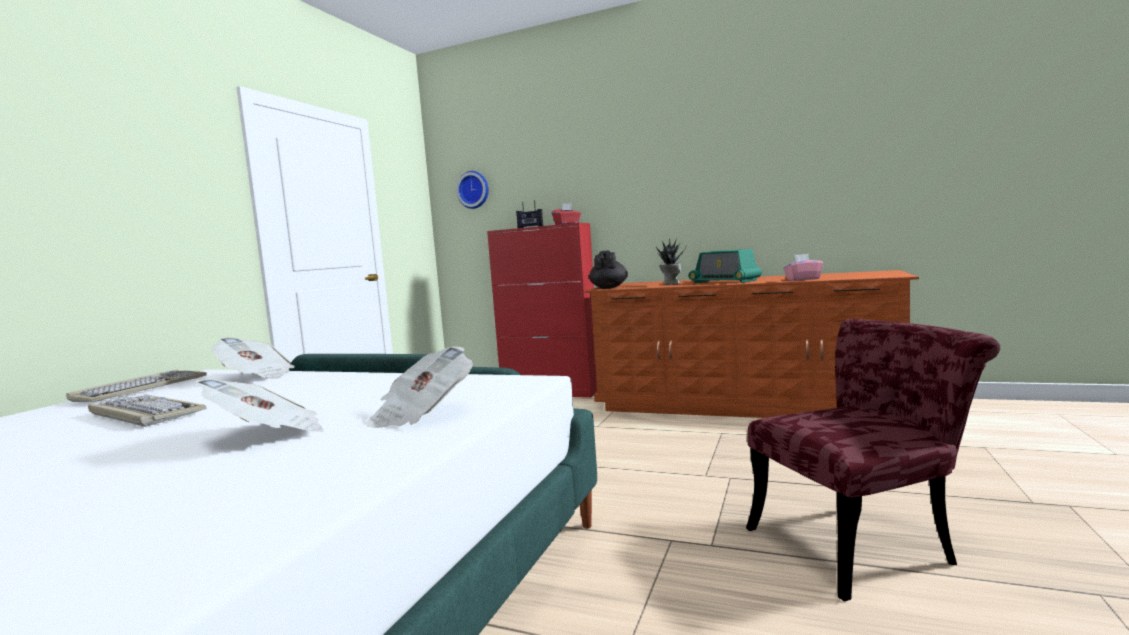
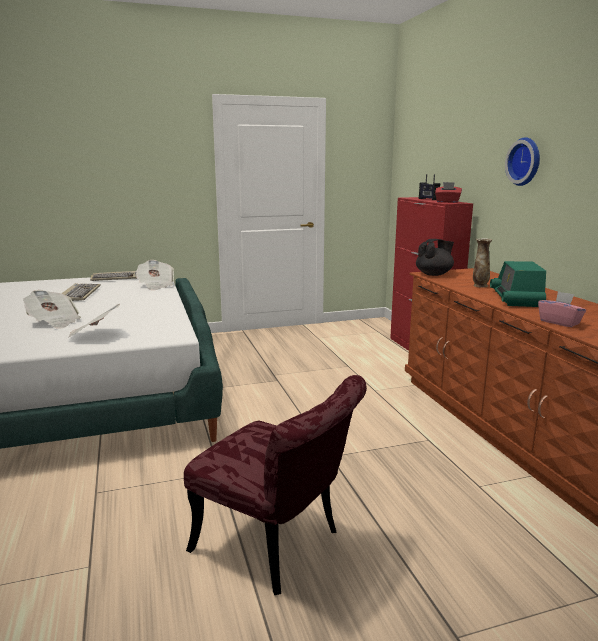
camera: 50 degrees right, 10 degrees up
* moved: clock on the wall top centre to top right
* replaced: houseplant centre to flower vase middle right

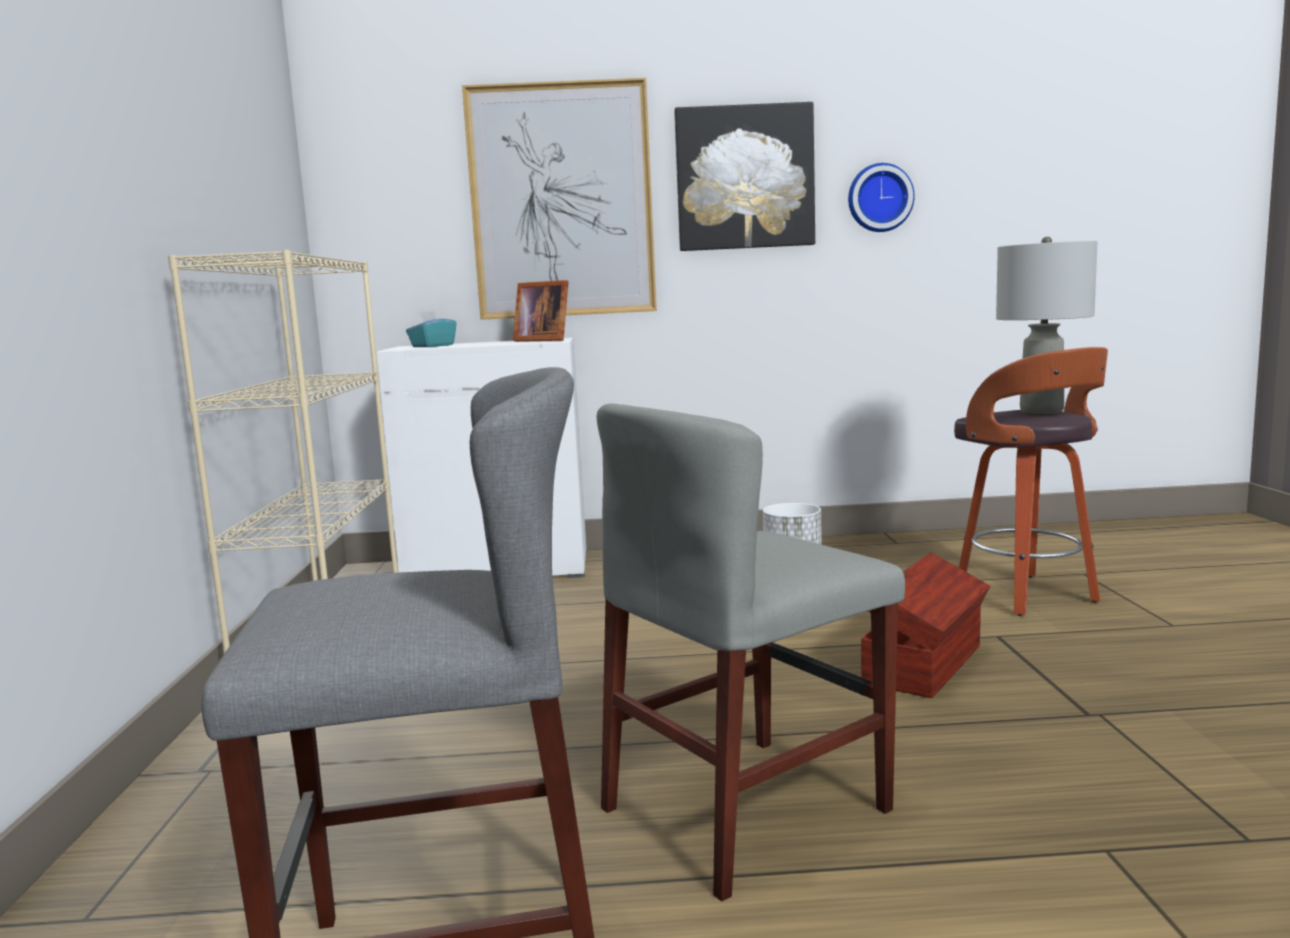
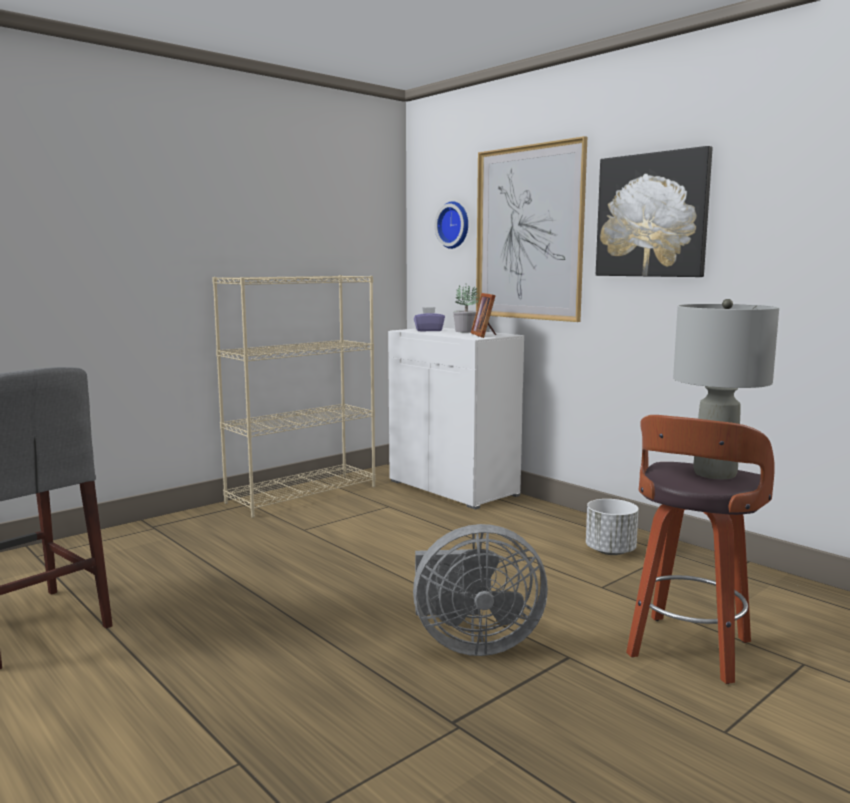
camera: 50 degrees right, 0 degrees up
* moved: clock on the wall top right to top centre
* recoloured: tissue holder (turquoise) centre to tissue holder (purple) centre
* removed: plain chair (grey) bottom centre
* replaced: storage container (brown-coloured) middle right to electric fan (grey) bottom centre
* added: houseplant centre

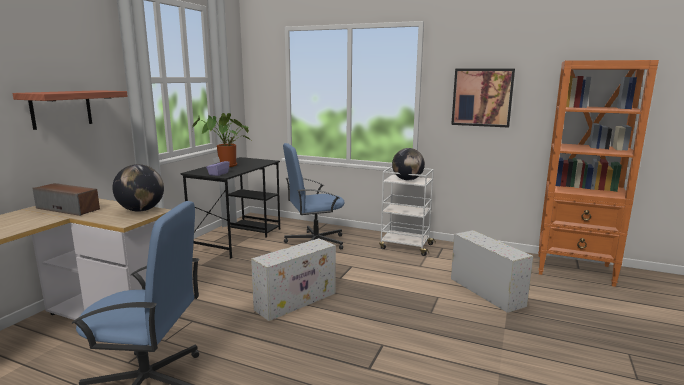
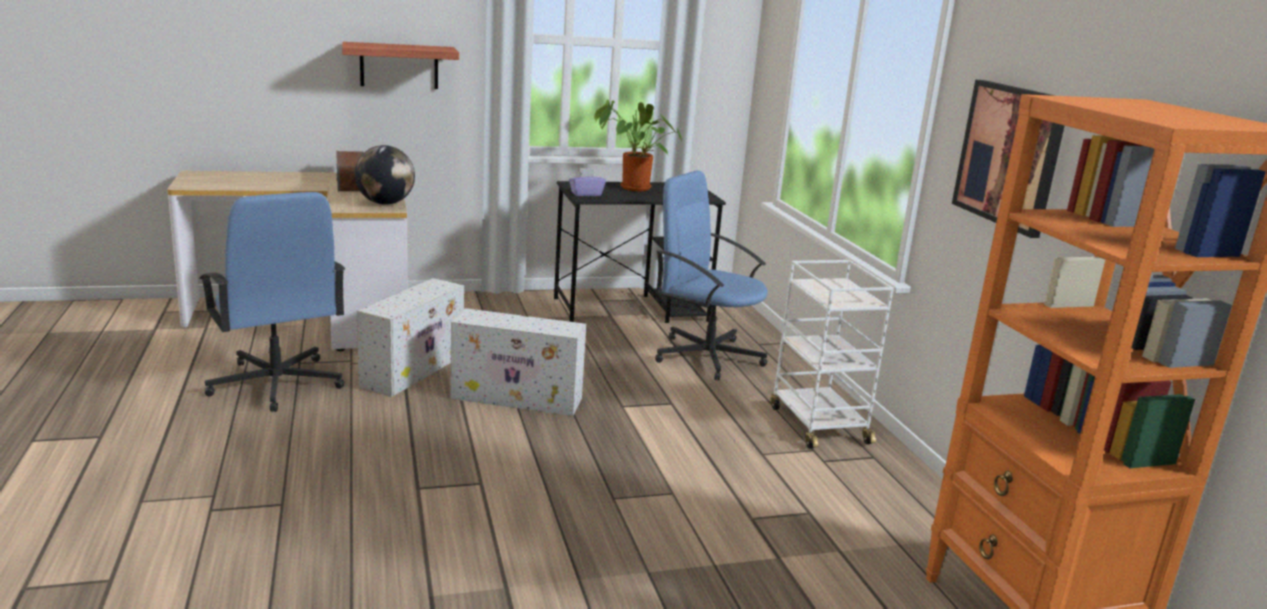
camera: 50 degrees right, 5 degrees up
* removed: world globe (2nd from left) centre
* moved: storage container (white-coloured) (2nd from left in the first image) bottom right to storage container (white-coloured) (1st from left) middle left

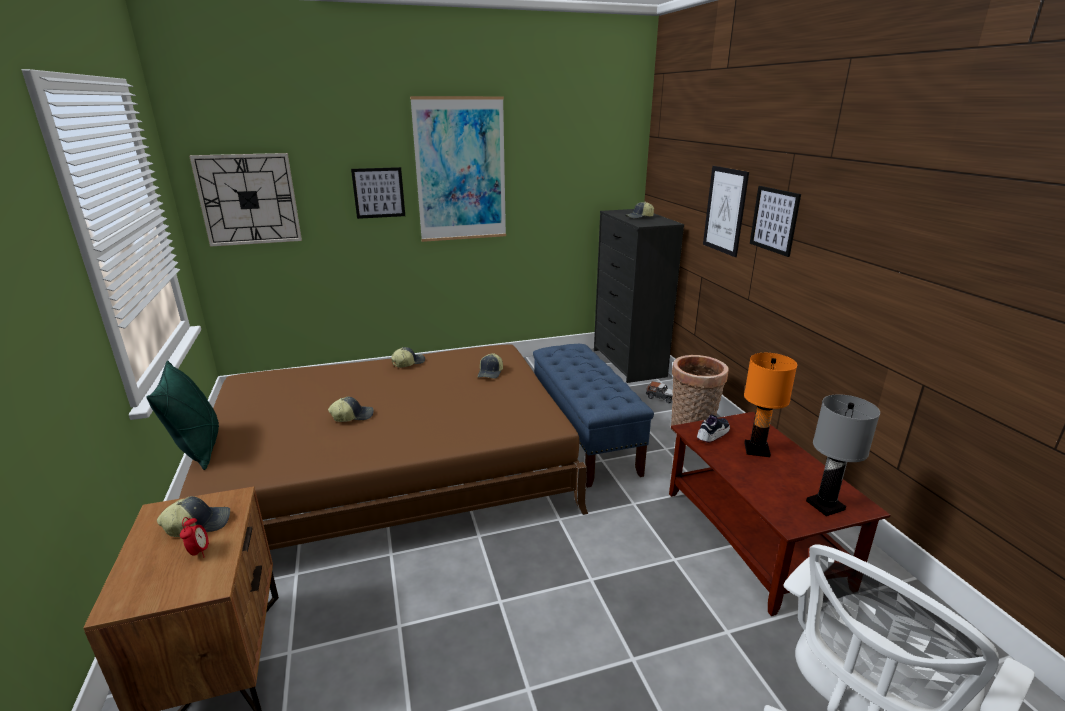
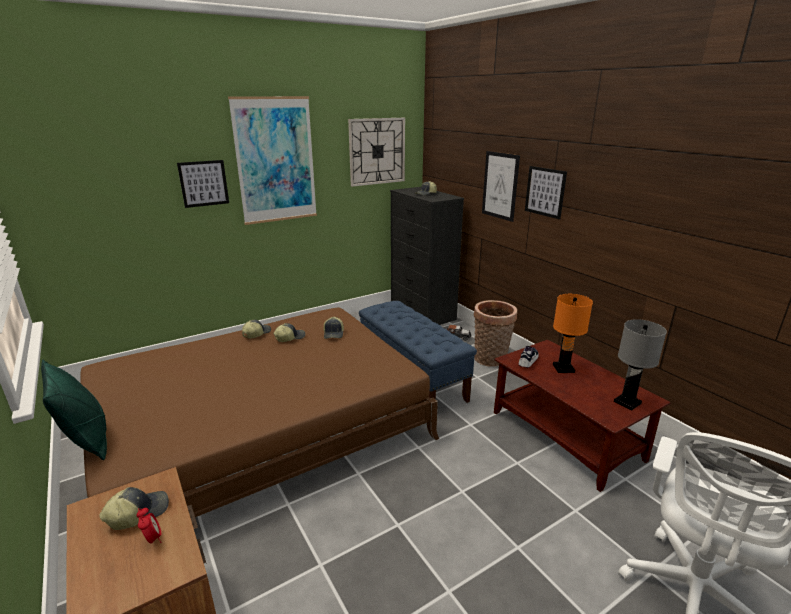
camera: 15 degrees left, 0 degrees up
* moved: clock on the wall top left to top centre
* moved: baseball cap (2nd from left in the first image) middle left to baseball cap (3rd from left) centre

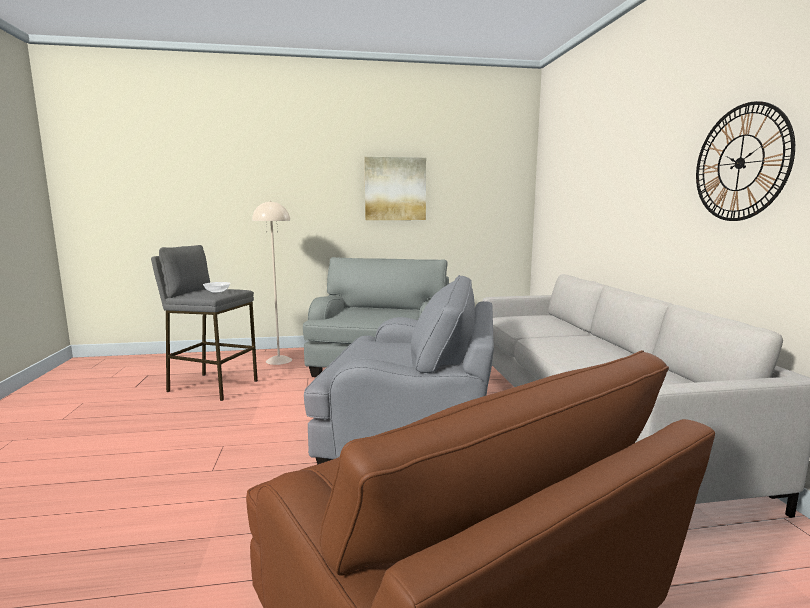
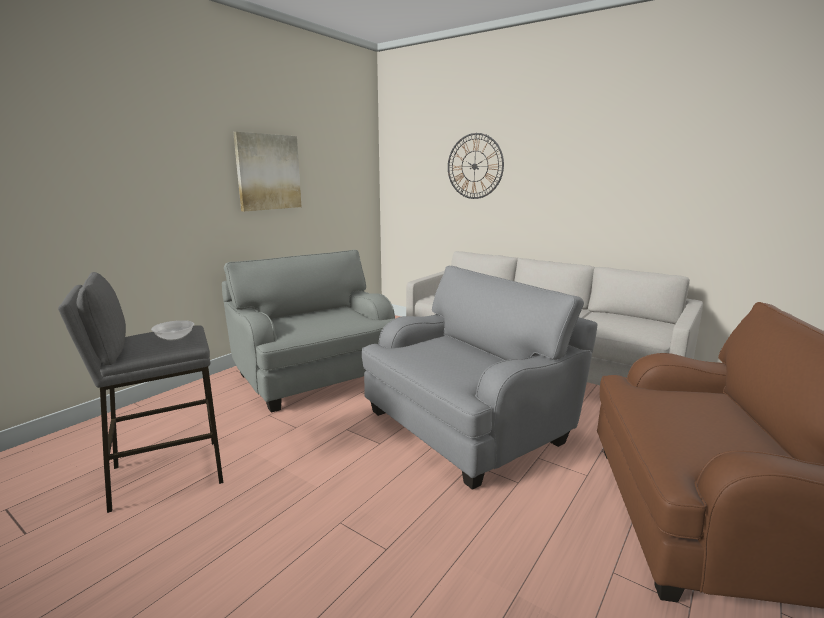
camera: 45 degrees left, 5 degrees up
* moved: clock on the wall top right to top centre
* removed: floor lamp (beige) centre

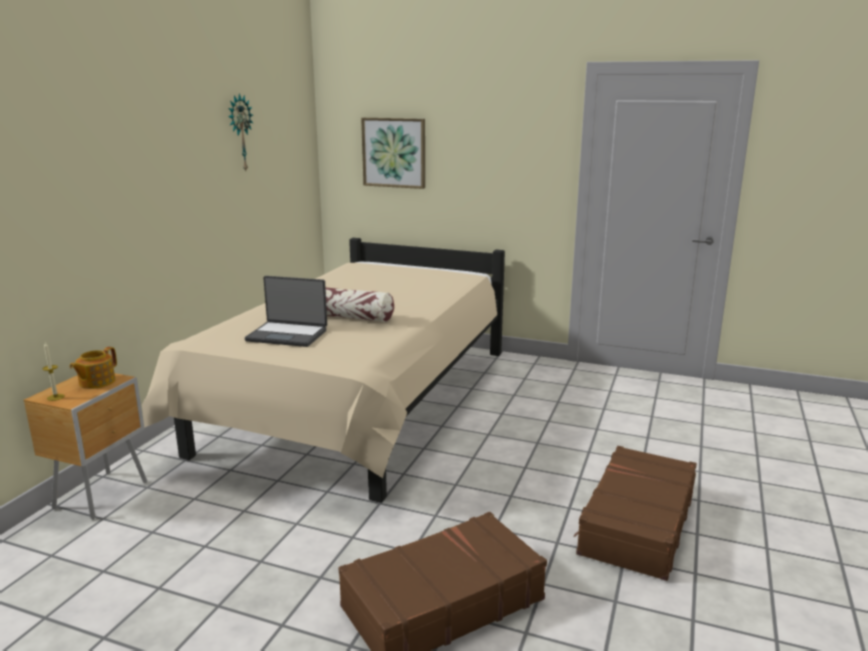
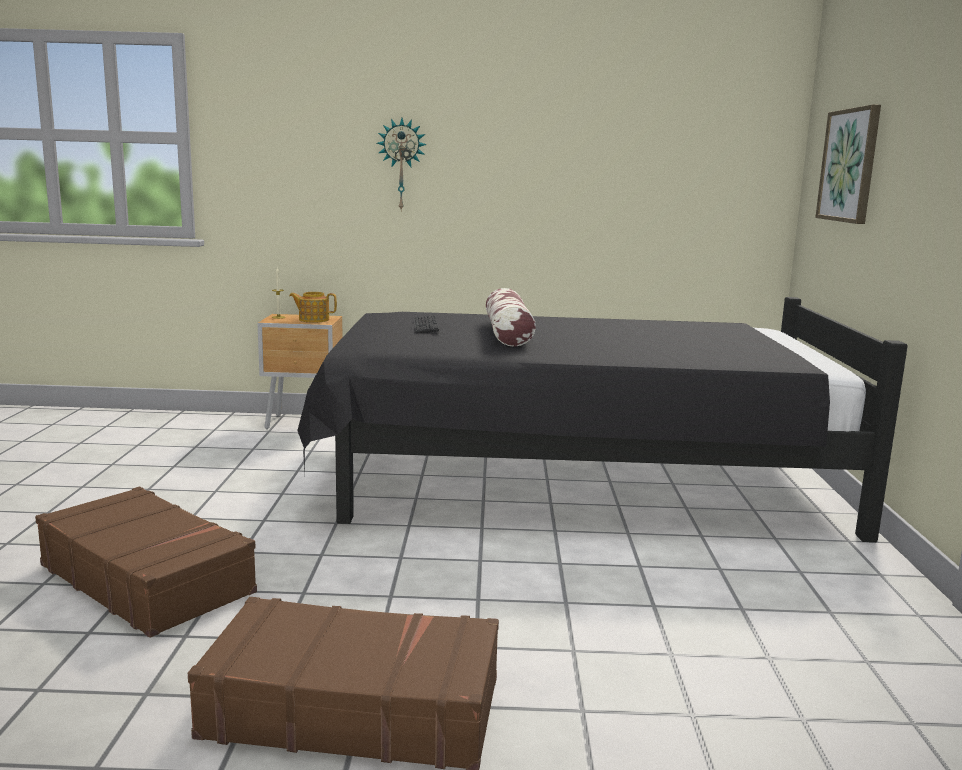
camera: 70 degrees right, 5 degrees down
* moved: clock on the wall top left to top centre
* recoloured: bed (beige) centre to bed (black-coloured) centre
* replaced: laptop middle left to computer keyboard centre

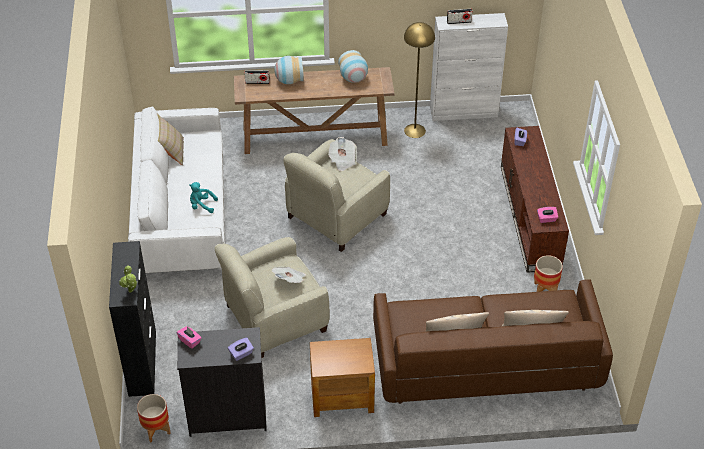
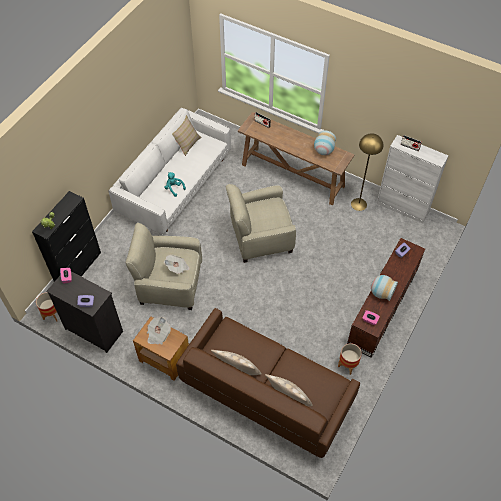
camera: 35 degrees right, 10 degrees up
* moved: flower vase (1st from left in the first image) top centre to flower vase (2nd from left) middle right
* moved: newspaper (2nd from left in the first image) centre to newspaper (1st from left) middle left

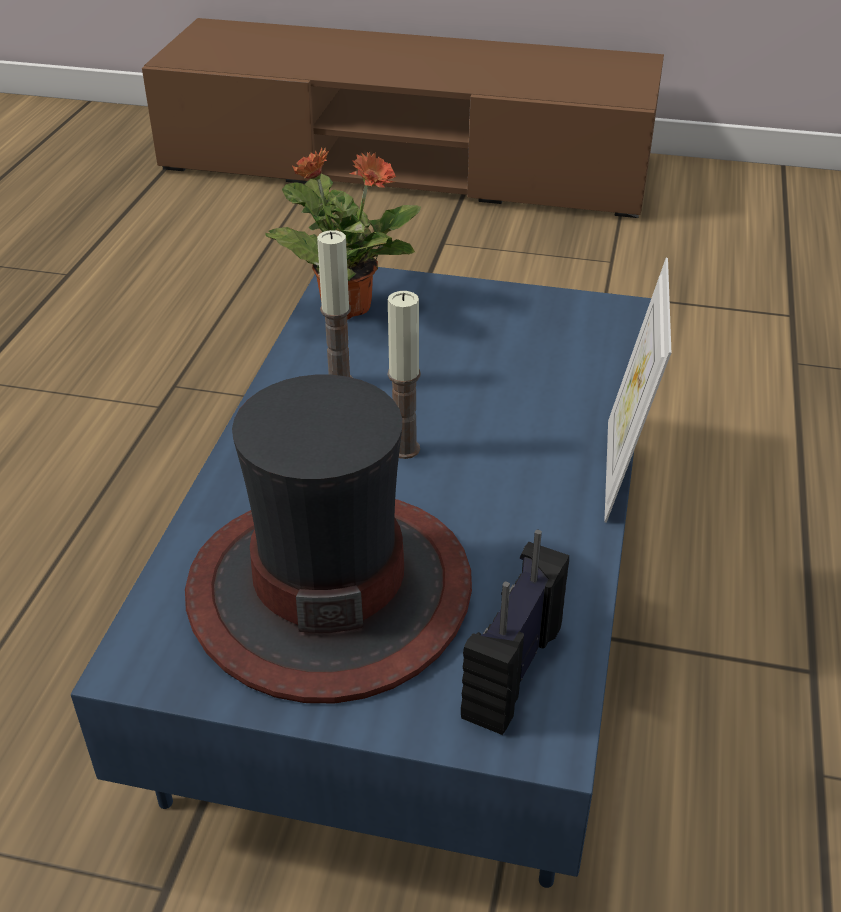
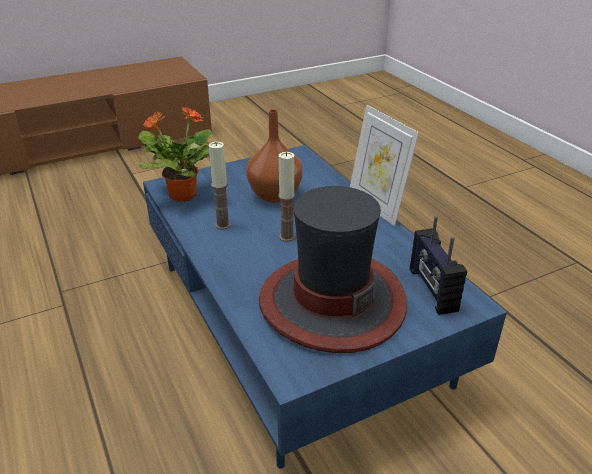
camera: 40 degrees left, 5 degrees down
* added: flower vase (brown-coloured) top centre

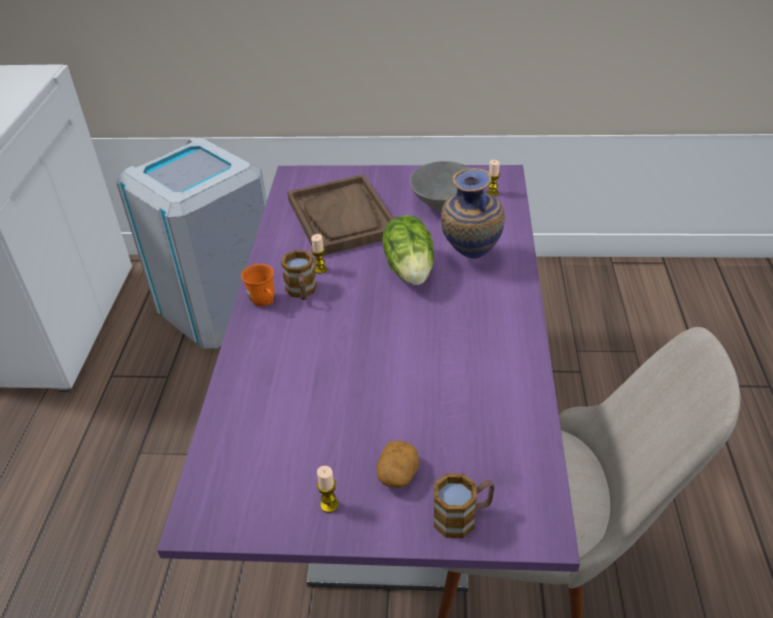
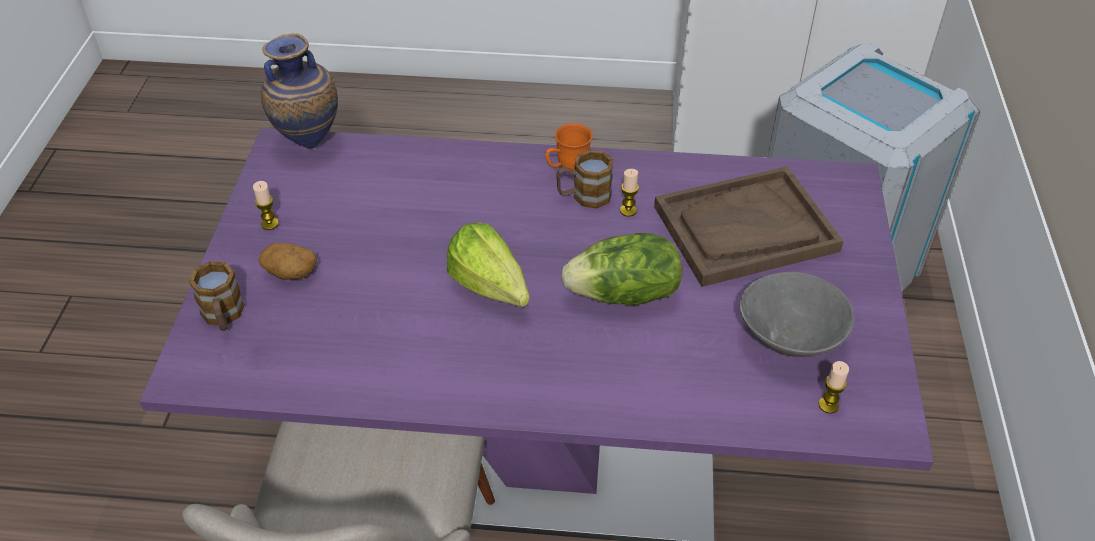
camera: 90 degrees right, 5 degrees up
* moved: flower vase centre to top left
* added: head of lettuce (1st from left) centre

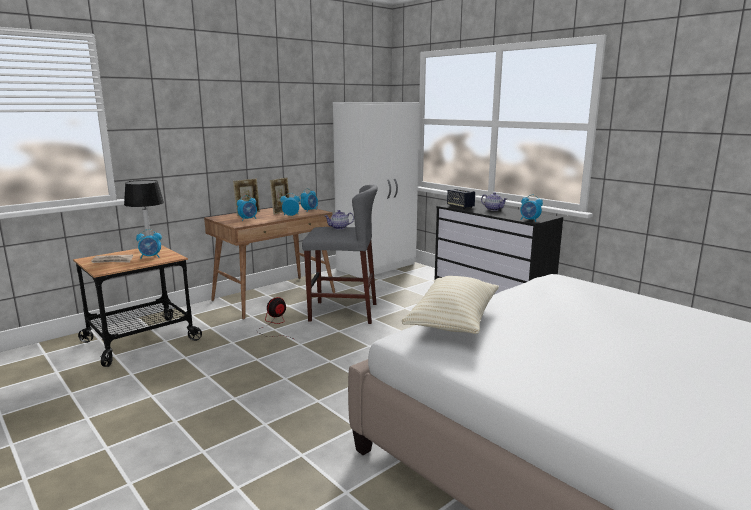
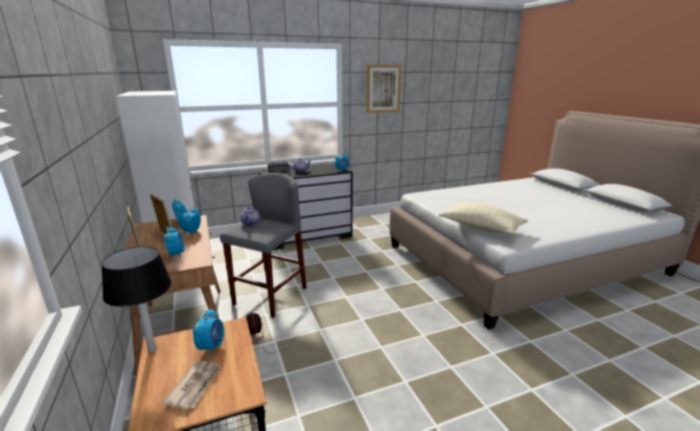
camera: 70 degrees left, 5 degrees up
* added: picture top centre

